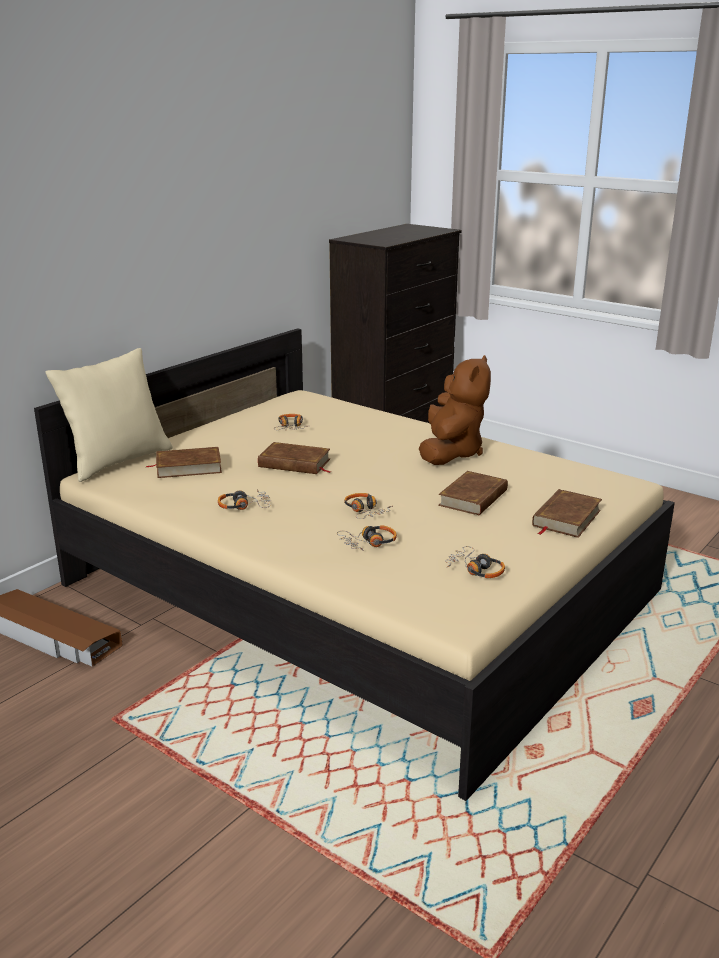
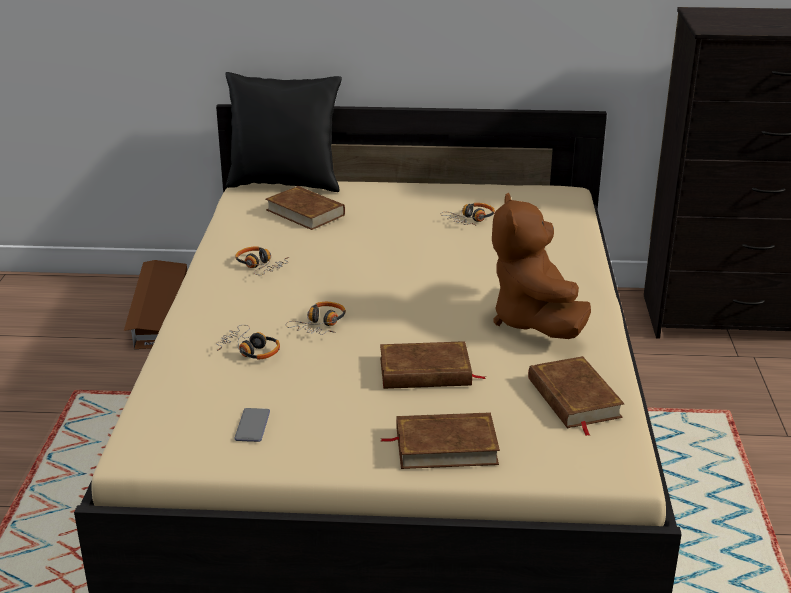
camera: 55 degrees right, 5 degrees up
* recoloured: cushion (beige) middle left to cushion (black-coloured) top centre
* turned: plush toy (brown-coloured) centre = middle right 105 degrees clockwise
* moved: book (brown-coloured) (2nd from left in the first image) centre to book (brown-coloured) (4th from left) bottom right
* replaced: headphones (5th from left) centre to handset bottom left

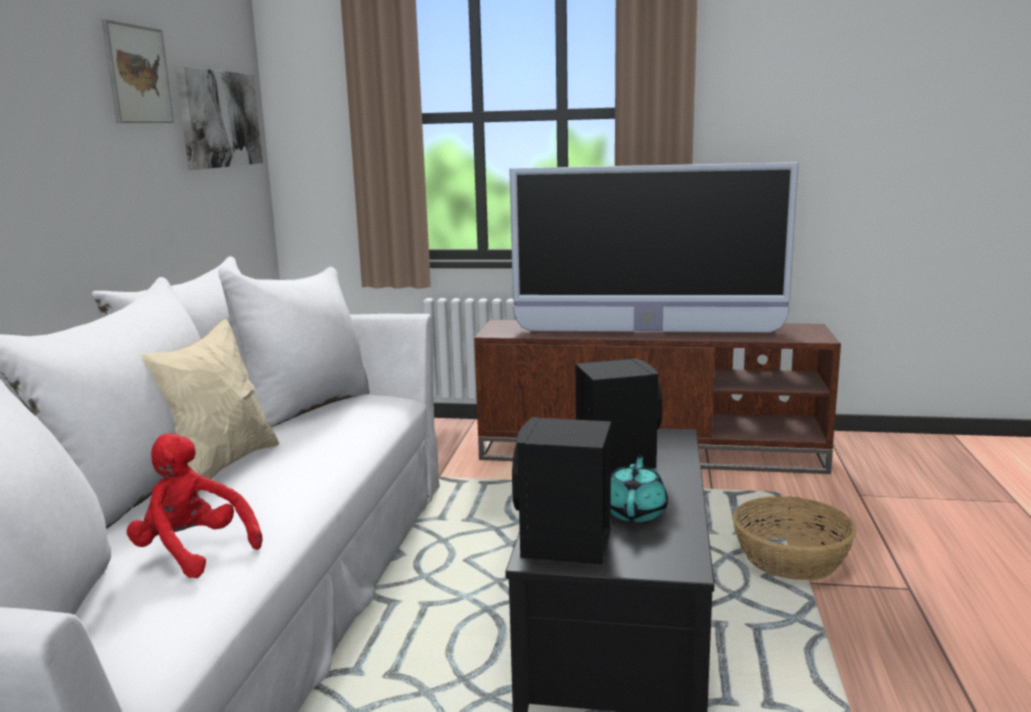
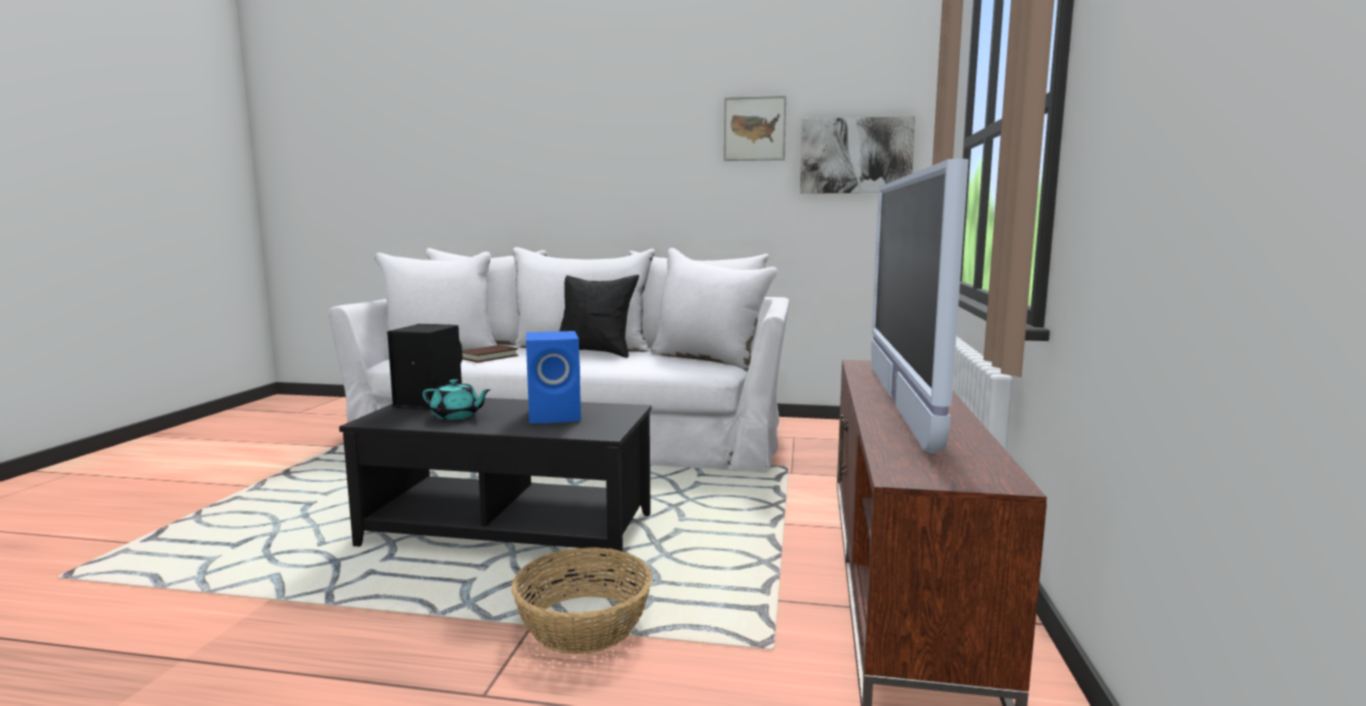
camera: 90 degrees right, 5 degrees down
* recoloured: cushion (beige) middle left to cushion (black-coloured) centre
* recoloured: audio speaker (black-coloured) (2nd from left) centre to audio speaker (bluish) centre
* replaced: plush toy (reddish) bottom left to book (brown-coloured) centre

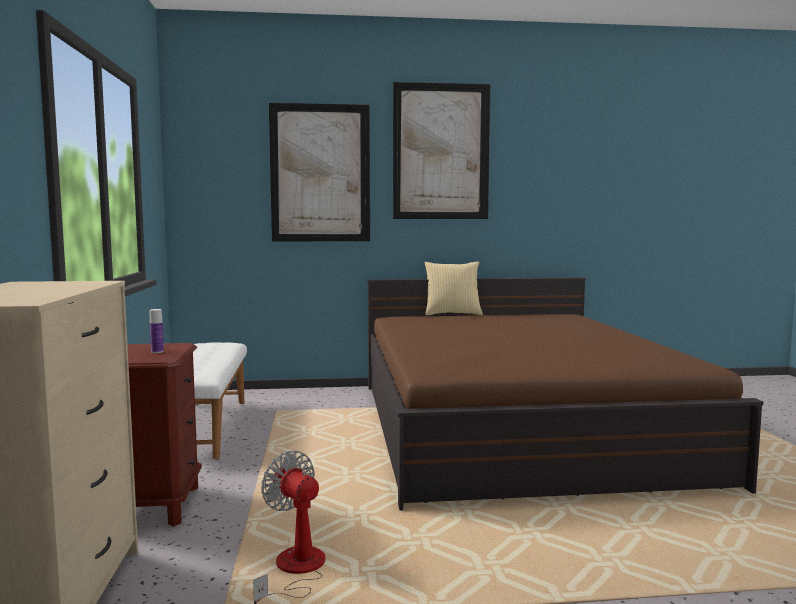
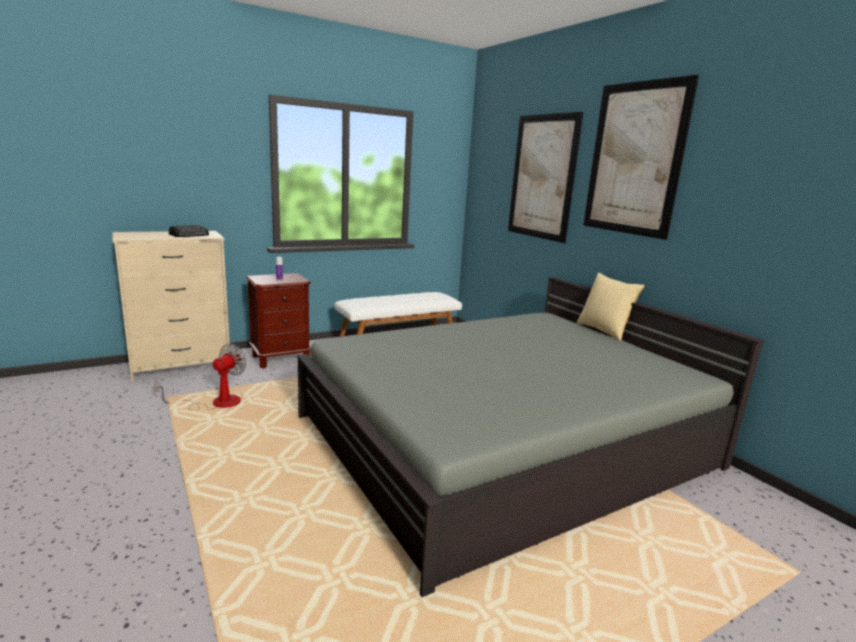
camera: 65 degrees right, 10 degrees up
* recoloured: bed (brown-coloured) middle right to bed (grey) bottom centre
* added: radio set middle left

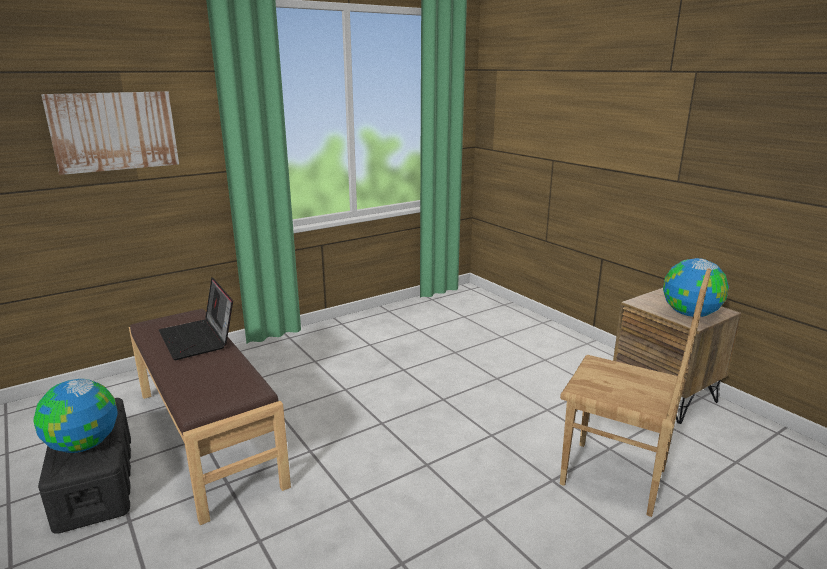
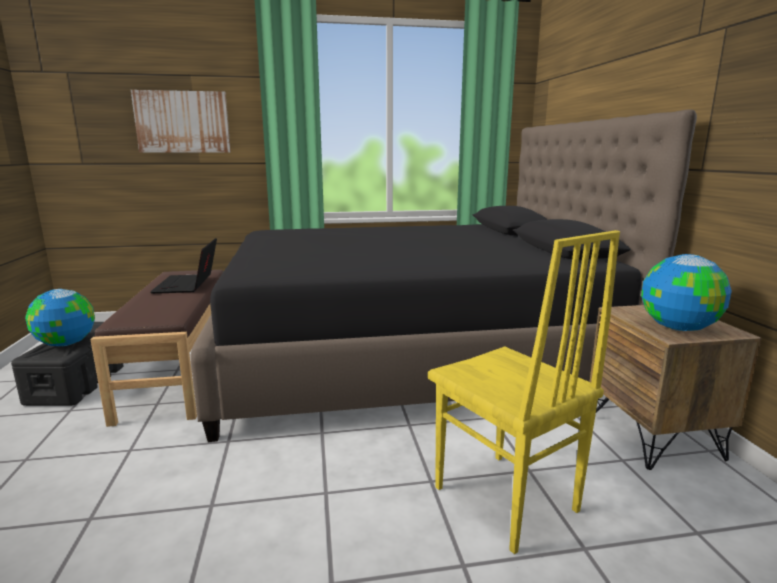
camera: 25 degrees right, 5 degrees down
* recoloured: plain chair (brown-coloured) bottom right to plain chair (yellowish) bottom right
* added: bed (black-coloured) centre

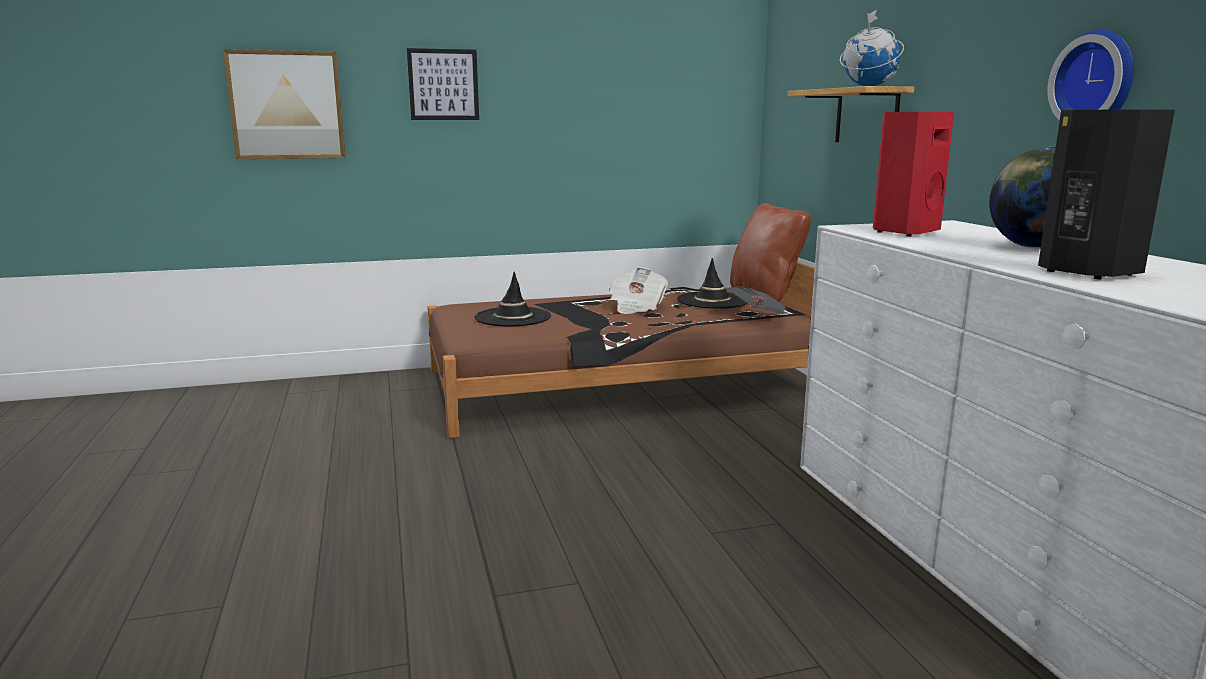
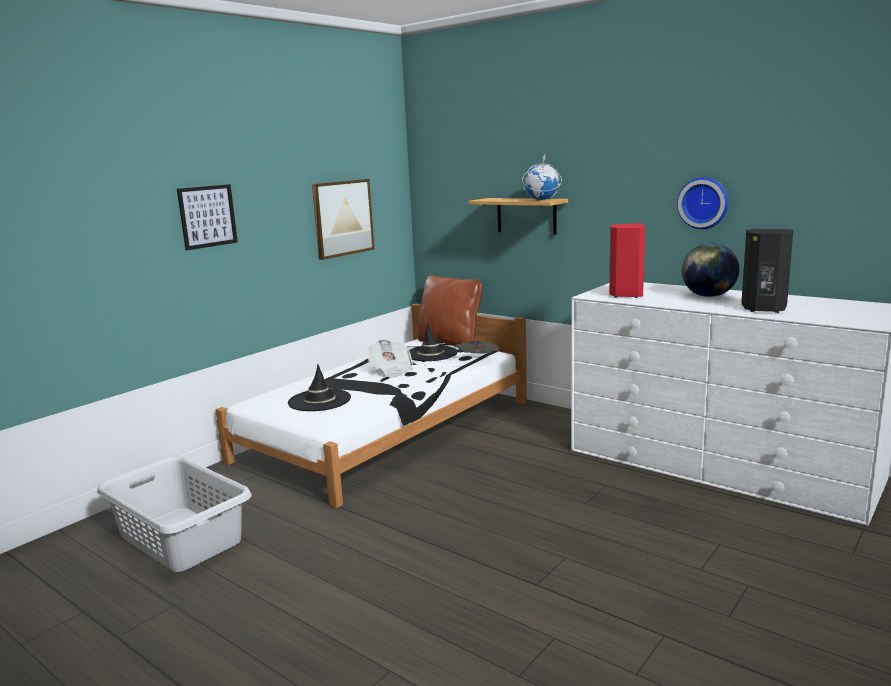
camera: 35 degrees left, 0 degrees up
* moved: picture (1st from left in the first image) top left to picture (2nd from left) top centre
* recoloured: bed (brown-coloured) centre to bed (white-coloured) centre
* added: washing basket (grey) bottom left

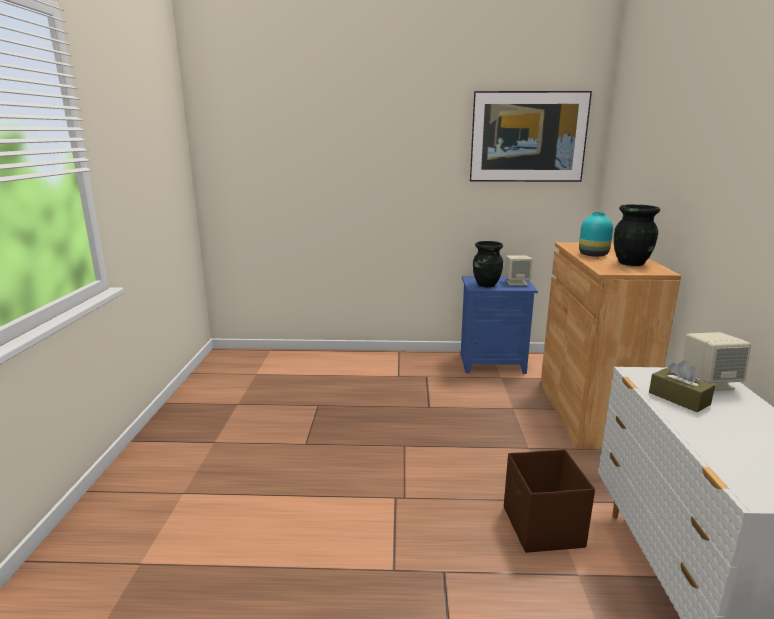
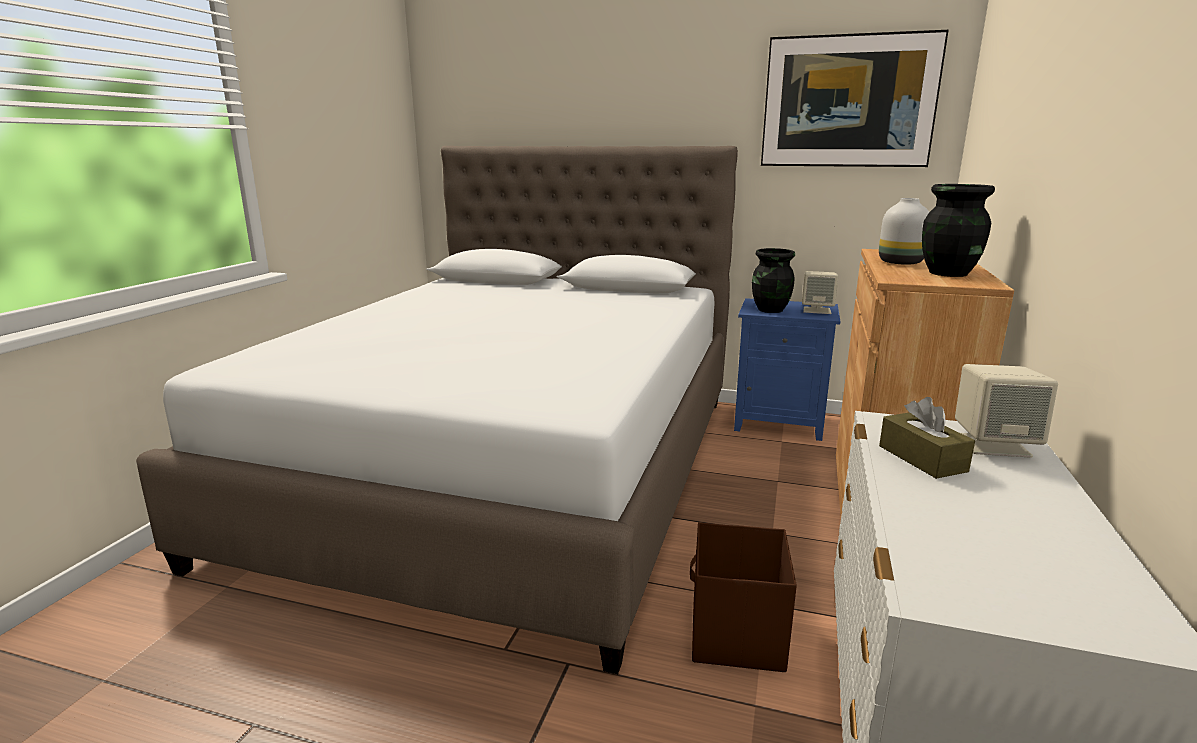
camera: 15 degrees right, 0 degrees up
* recoloured: flower vase (turquoise) middle right to flower vase (white-coloured) top right
* added: bed (white-coloured) centre

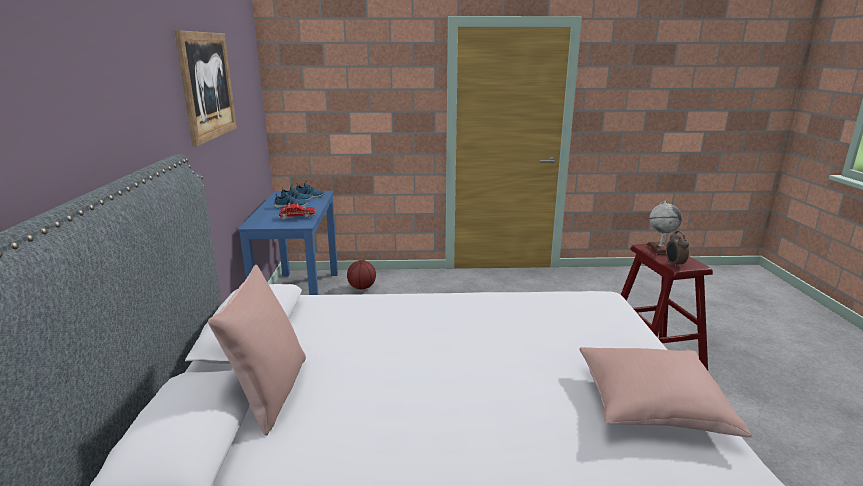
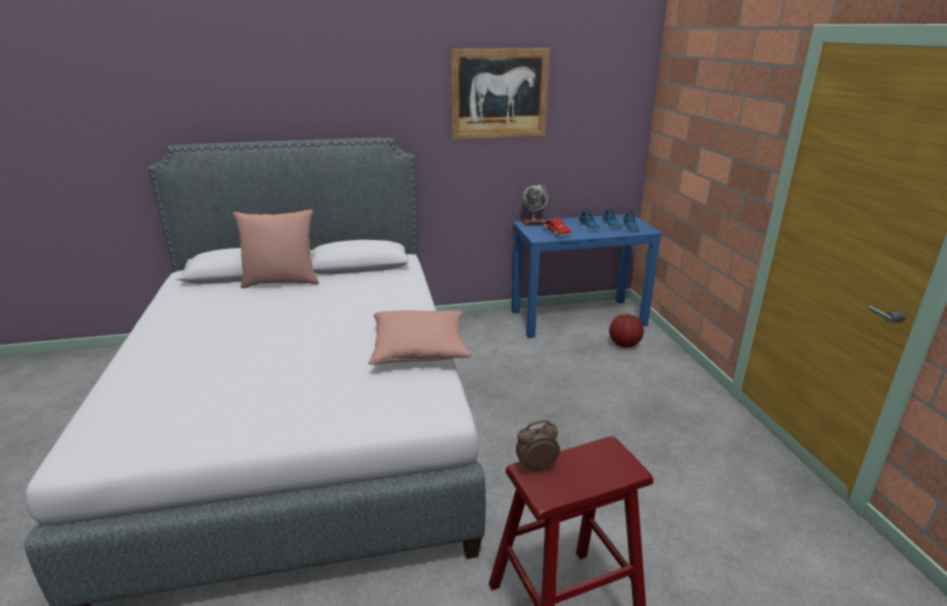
camera: 80 degrees right, 5 degrees up
* moved: world globe middle right to centre
* moved: cushion (pinkish) (2nd from left) bottom right to centre

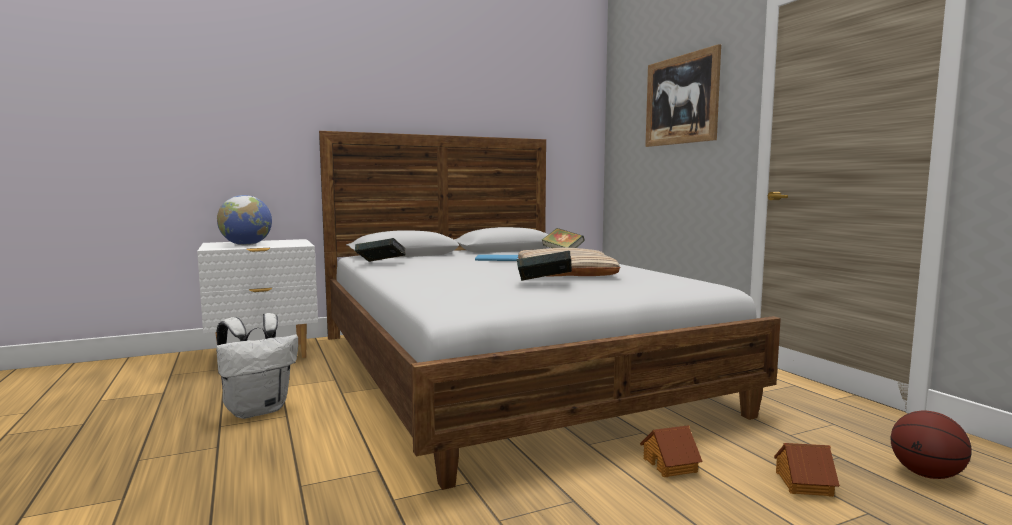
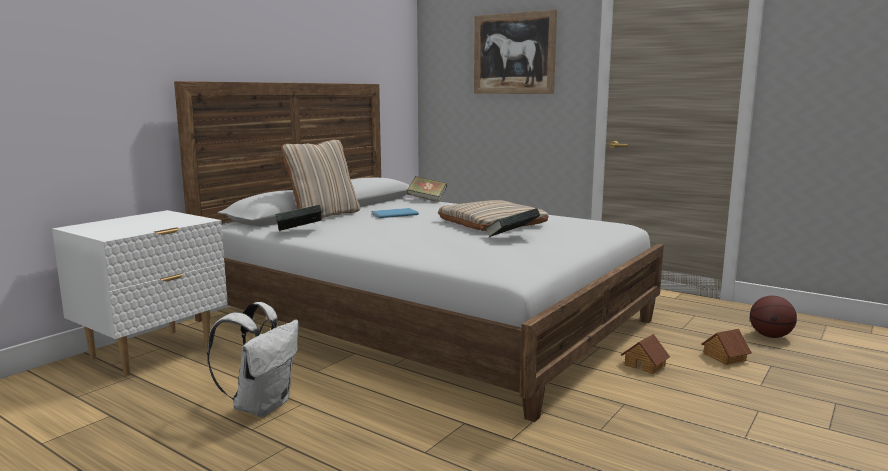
camera: 30 degrees left, 5 degrees up
* removed: world globe middle left
* added: cushion (beige) (1st from left) centre

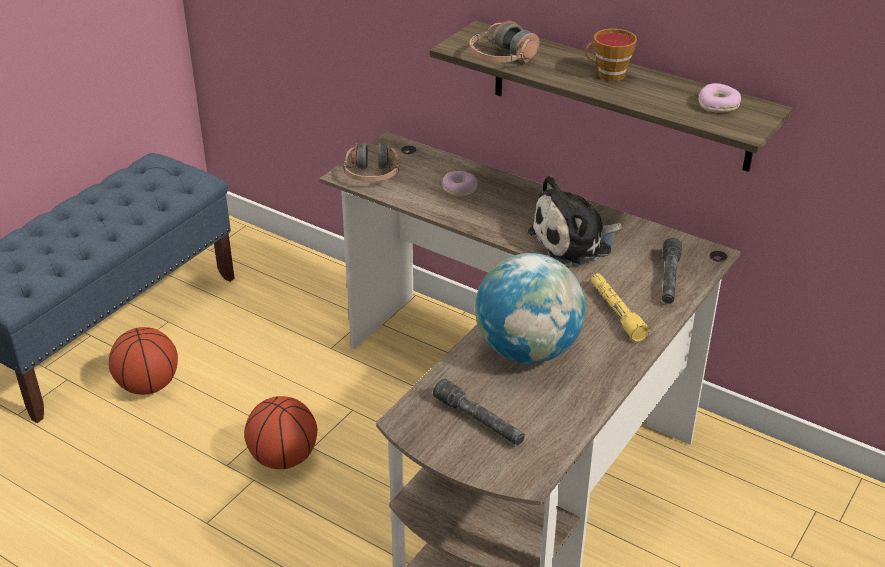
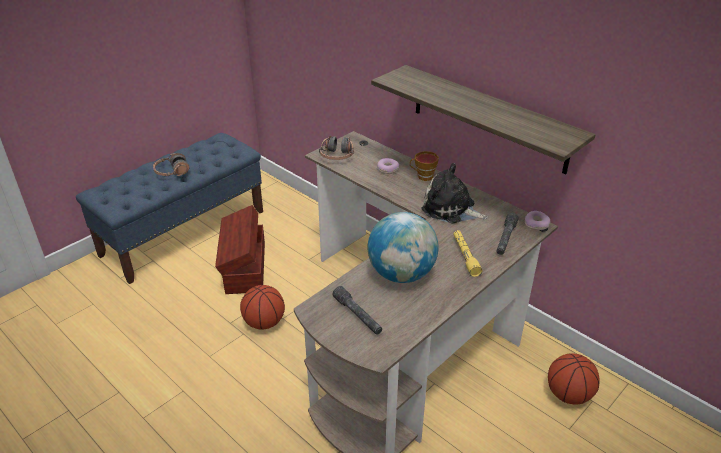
camera: 10 degrees right, 0 degrees up
* moved: headphones (2nd from left in the first image) top centre to headphones (1st from left) middle left
* moved: small cup top right to centre
* moved: doughnut (2nd from left) top right to middle right
* turned: plush toy centre = centre 45 degrees clockwise
* moved: ball for basketball (1st from left in the first image) middle left to ball for basketball (2nd from left) bottom right
* added: storage container (brown-coloured) middle left

